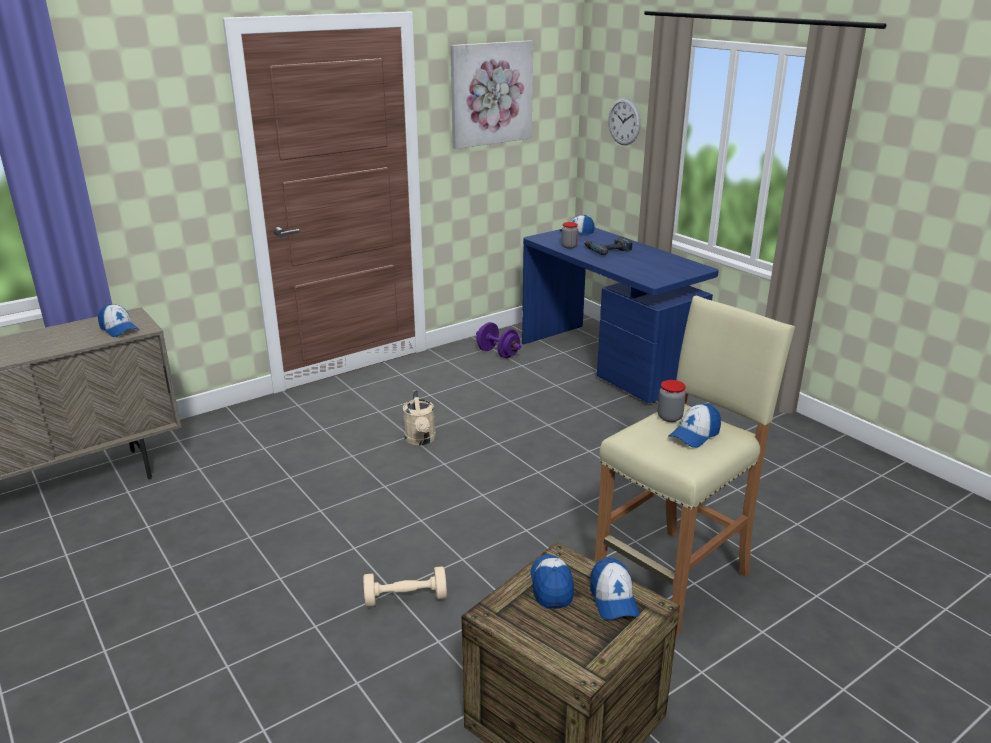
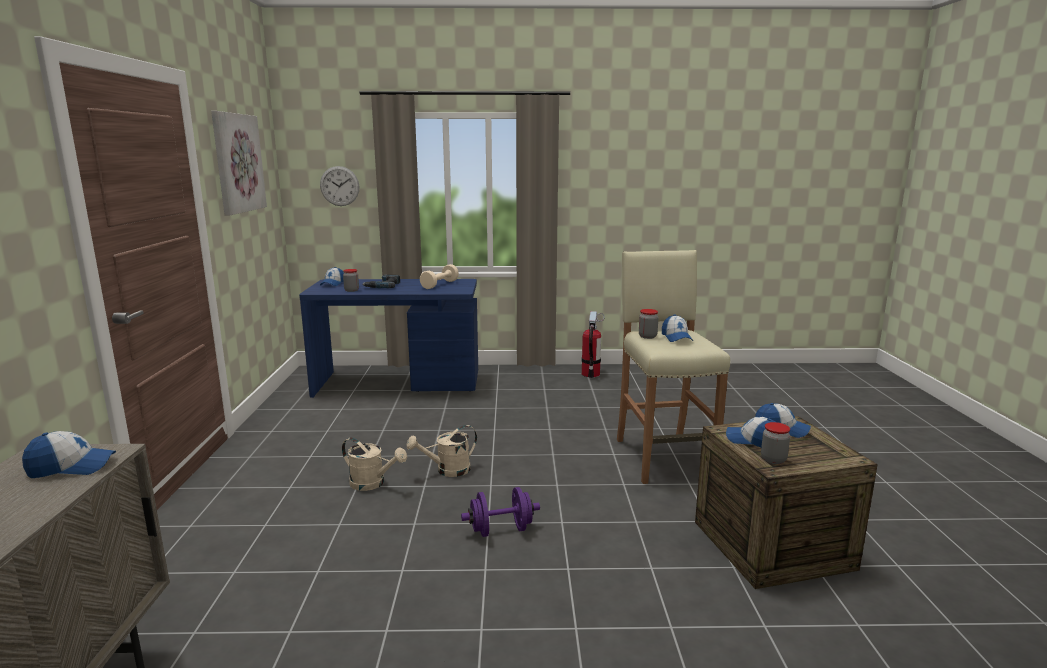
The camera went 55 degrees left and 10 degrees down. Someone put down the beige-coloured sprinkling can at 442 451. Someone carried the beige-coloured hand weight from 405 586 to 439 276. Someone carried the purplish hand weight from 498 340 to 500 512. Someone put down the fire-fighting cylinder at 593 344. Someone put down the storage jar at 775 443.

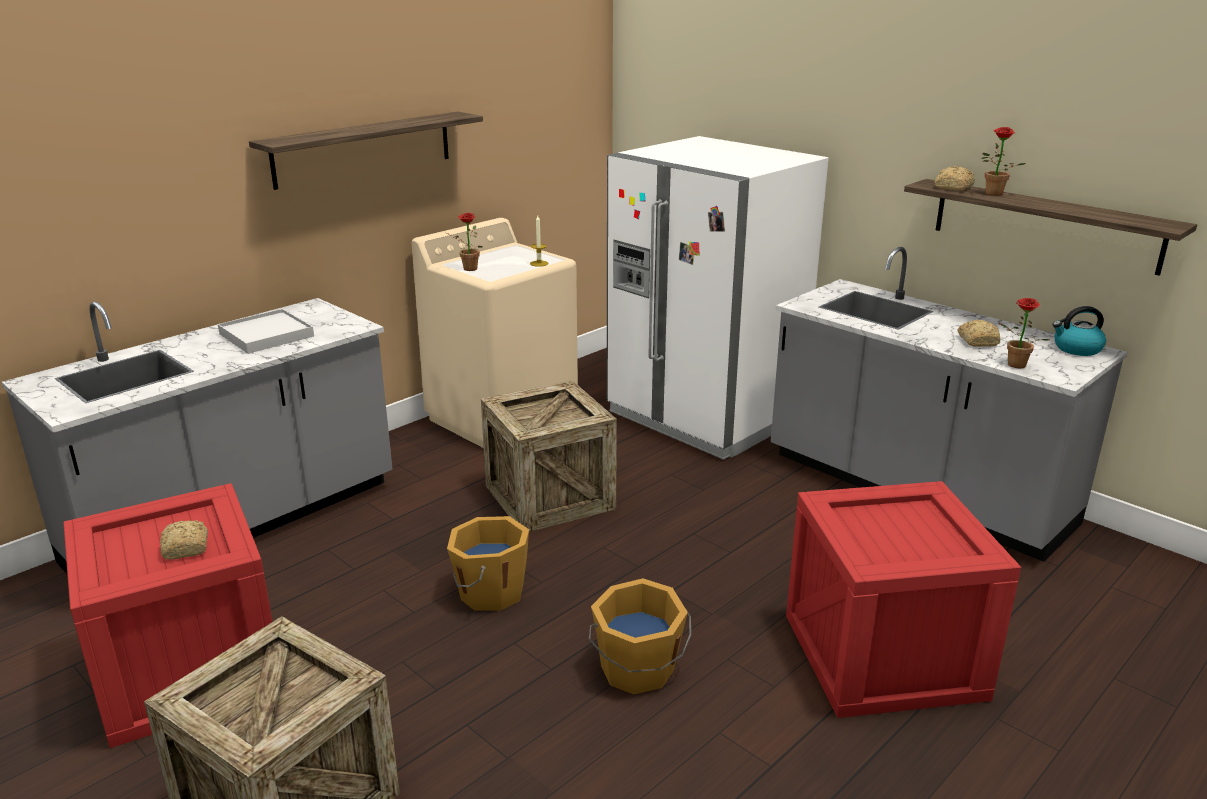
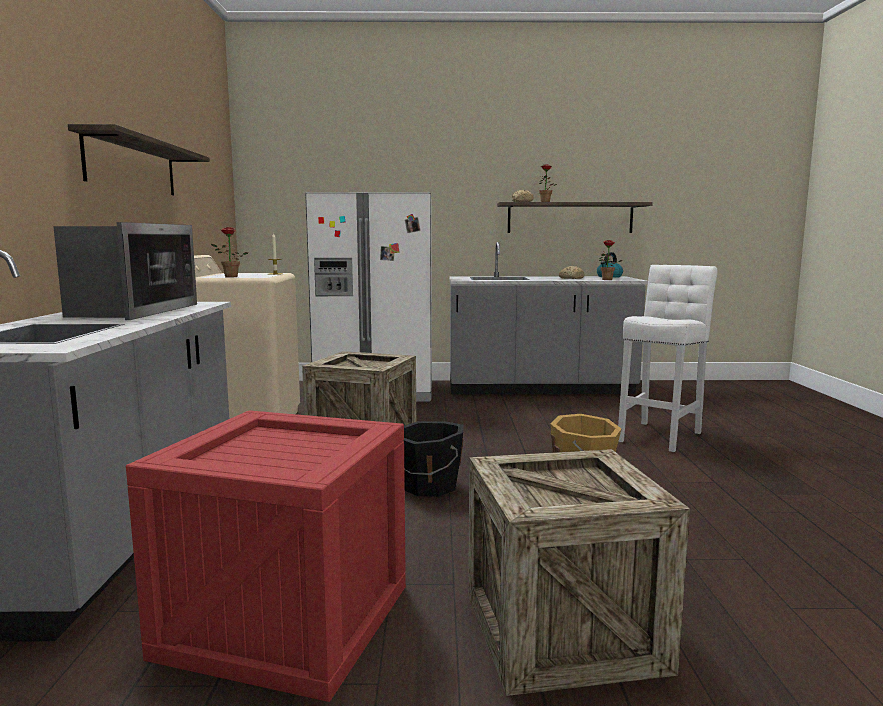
The camera went 45 degrees left and 15 degrees down. Someone swapped the whitish serving tray at 266 331 for the kitchen microwave at 125 271. Someone repainted the orange water bucket at 488 563, which became the black-coloured water bucket at 434 459. Someone swapped the packing crate at 903 599 for the whitish stool at 668 358. Someone took away the bakery bread at 184 540.

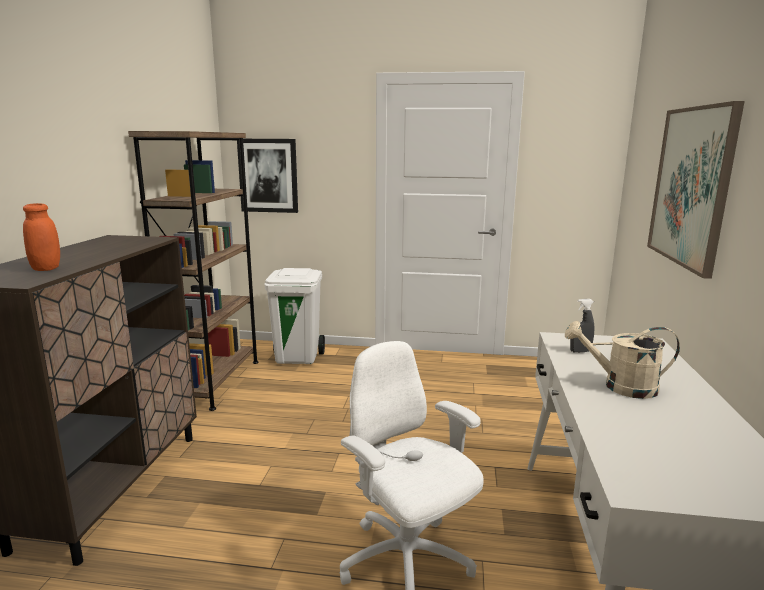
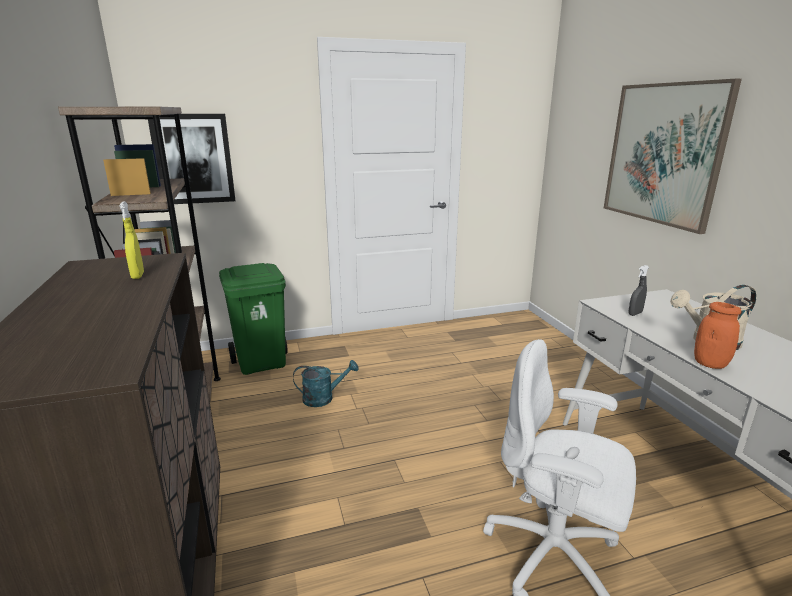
The camera went 25 degrees left and 5 degrees up. Someone put down the yellowish spray bottle at 132 240. Someone repainted the whitish trash can at 294 316, which became the greenish trash can at 253 319. Someone put down the turquoise sprinkling can at 326 383. Someone carried the orange storage jar from 41 237 to 717 335.

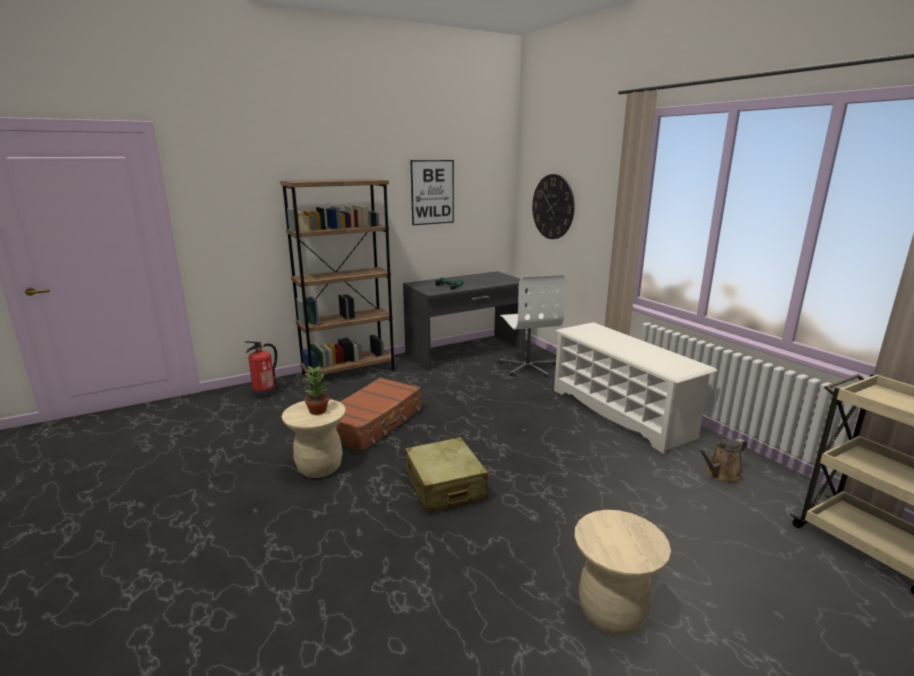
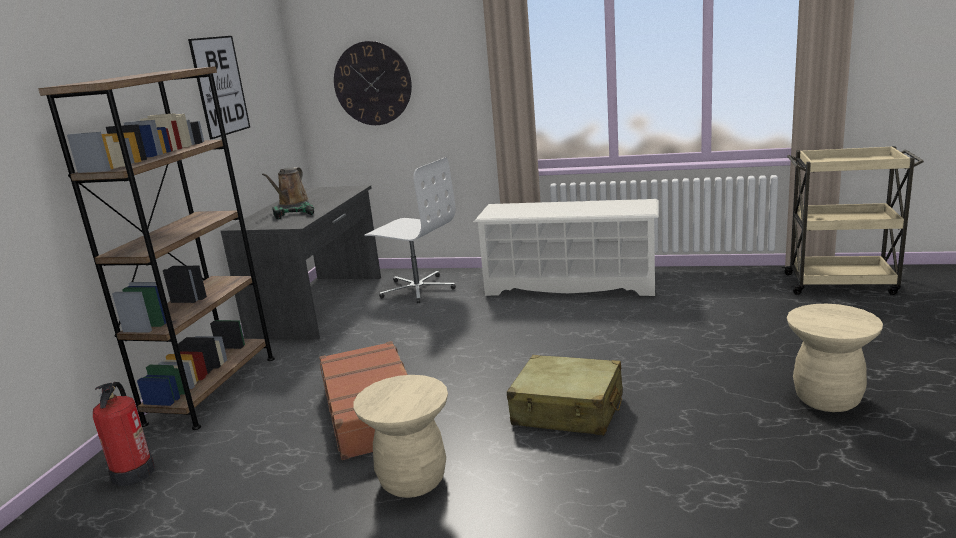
The camera went 45 degrees left and 0 degrees up. Someone carried the brown sprinkling can from 722 461 to 285 186. Someone took away the houseplant at 316 390.

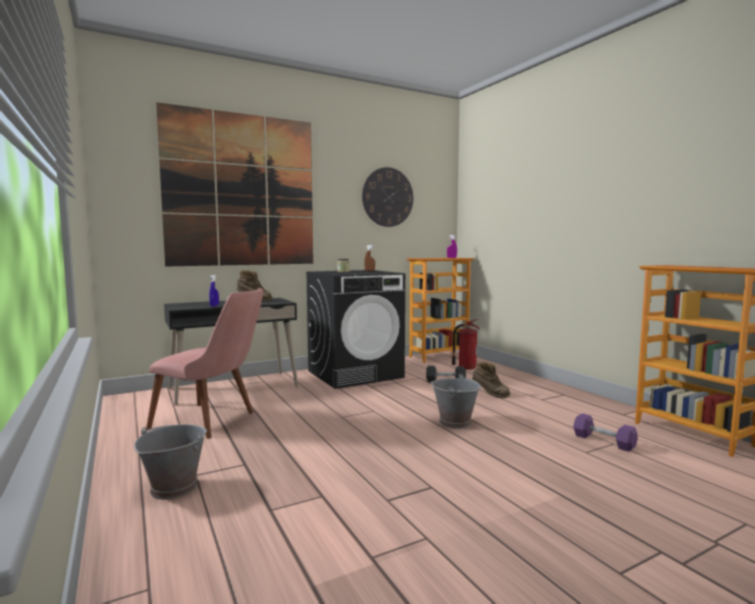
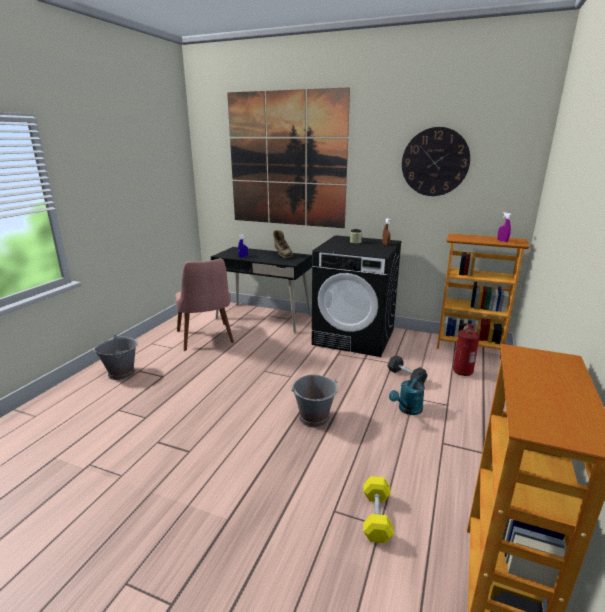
The camera went 50 degrees right and 15 degrees up. Someone repainted the purplish hand weight at 605 432, which became the yellowish hand weight at 378 510. Someone swapped the brown boot at 491 380 for the turquoise sprinkling can at 407 395.

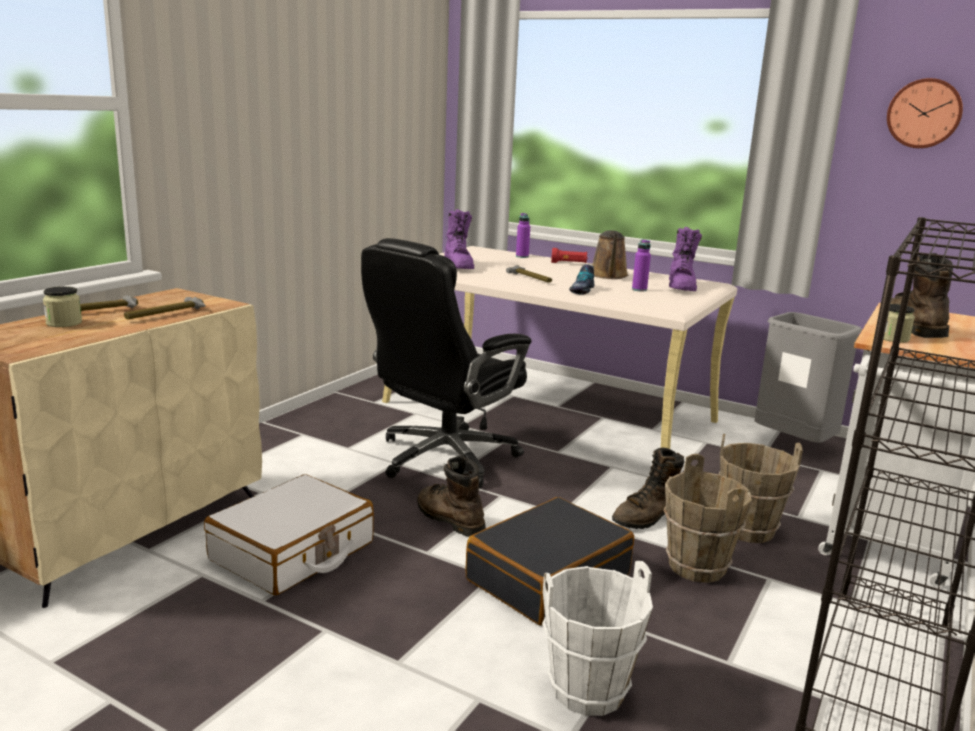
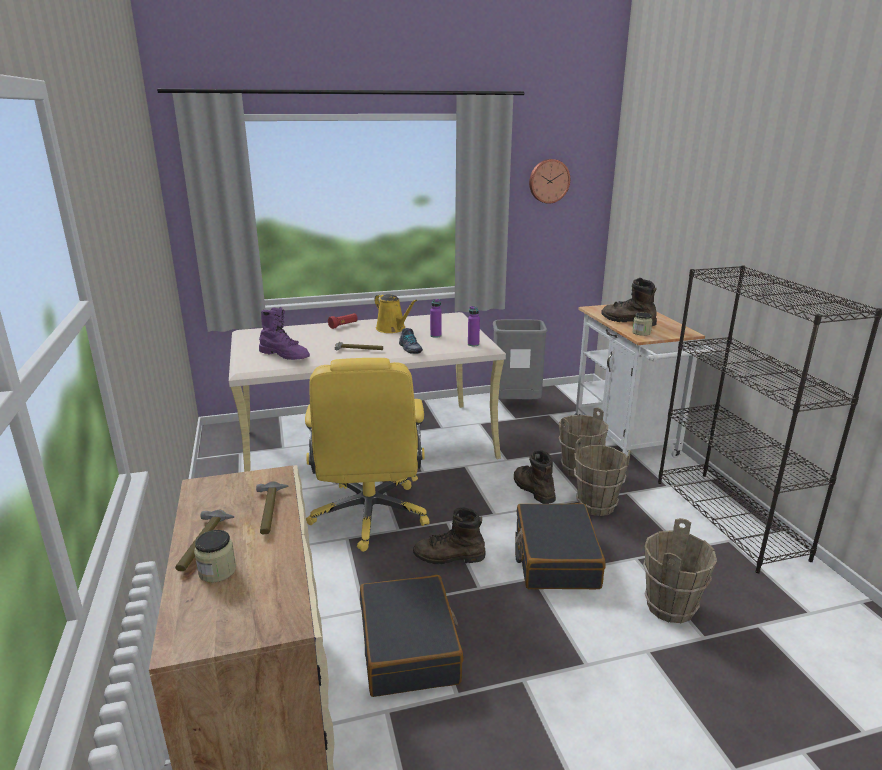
The camera went 45 degrees left and 5 degrees up. Someone repainted the black-coloured office chair at 446 363, which became the yellowish office chair at 367 455. Someone repainted the whitish travel case at 289 534, which became the black-coloured travel case at 412 636. Someone repainted the brown sprinkling can at 610 254, which became the yellowish sprinkling can at 396 313. Someone carried the purplish beverage bottle from 523 235 to 474 326. Someone rotated the brown boot at 648 488 by 150 degrees clockwise. Someone repainted the whitish water bucket at 597 638, which became the brown water bucket at 680 570. Someone took away the purplish boot at 685 259.

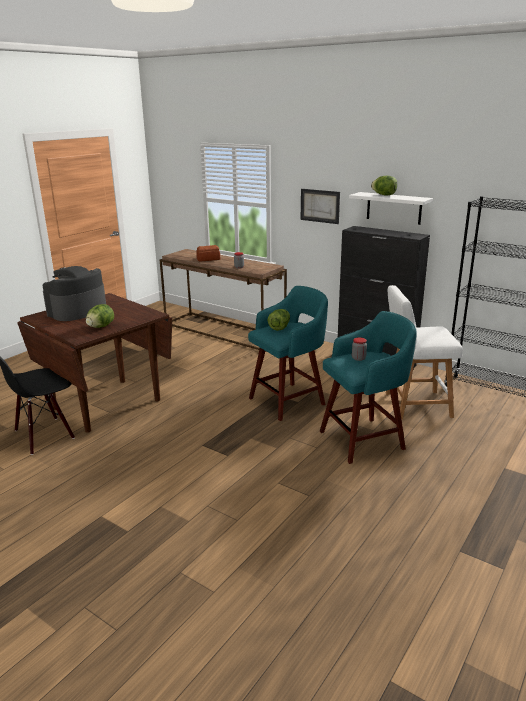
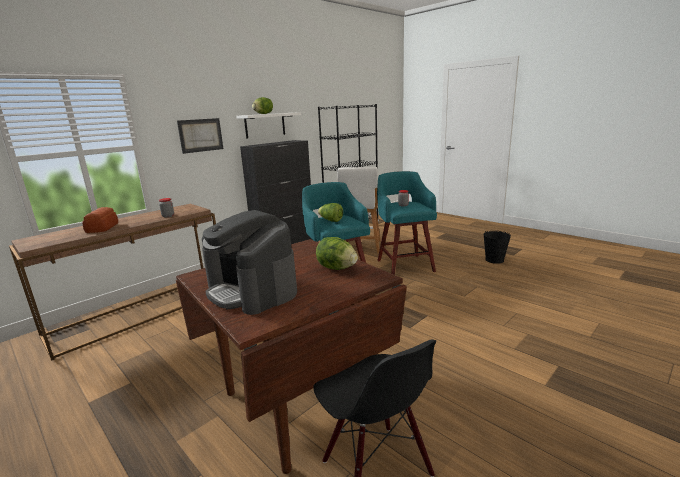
The camera went 80 degrees left and 5 degrees down. Someone put down the black-coloured water bucket at 497 247.

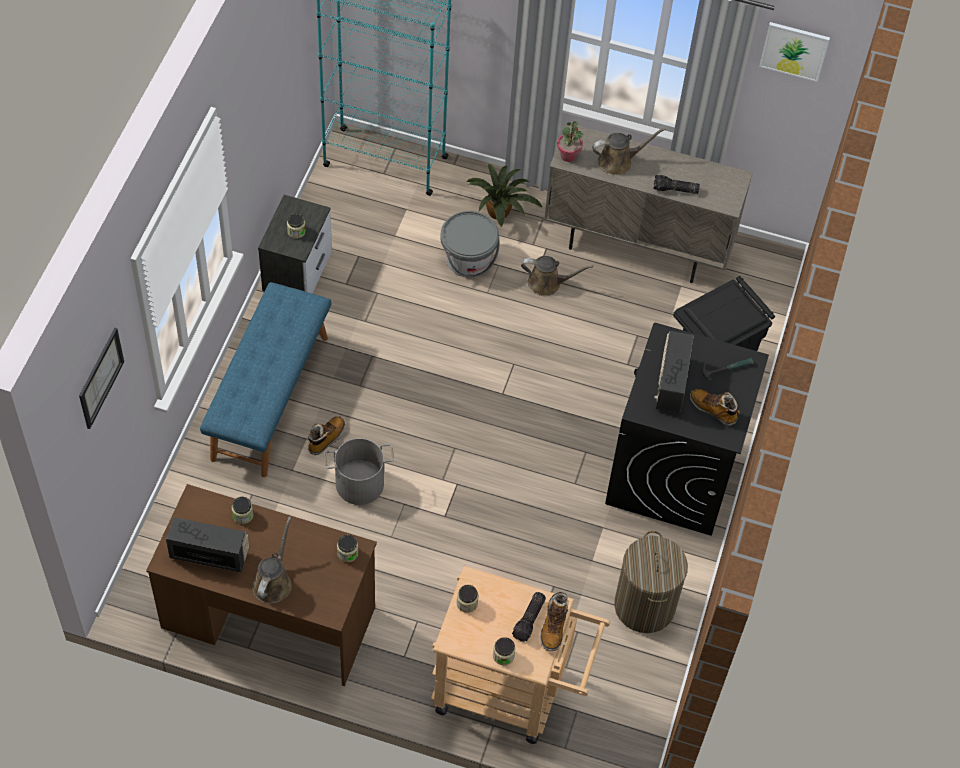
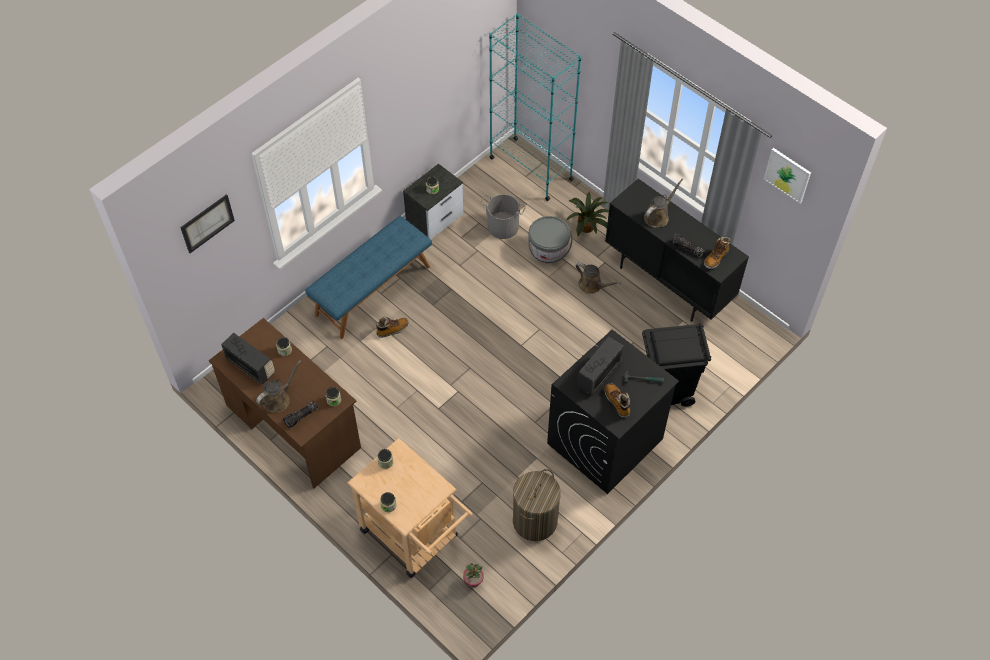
The camera went 30 degrees right and 0 degrees up. Someone carried the flashlight from 529 617 to 300 414. Someone carried the houseplant from 570 141 to 473 575. Someone carried the gray water bucket from 359 471 to 503 216. Someone repainted the beige-coloured cabinet at 648 203, which became the black-coloured cabinet at 677 250. Someone rotated the brown sprinkling can at 629 151 by 60 degrees counterclockwise. Someone carried the boot from 554 622 to 717 252.

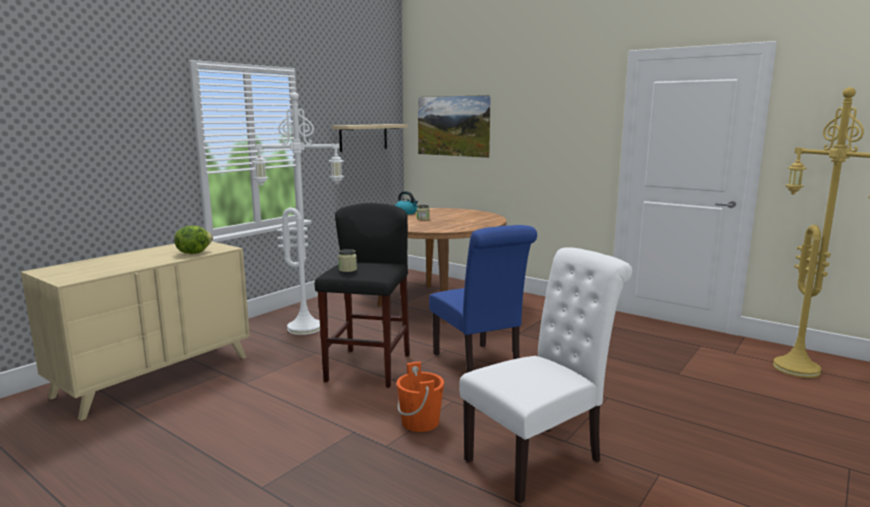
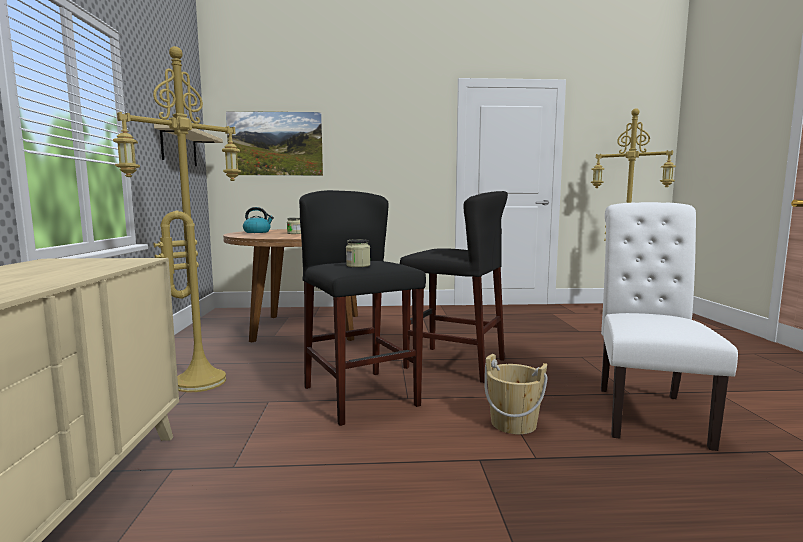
The camera went 40 degrees left and 5 degrees down. Someone repainted the whitish standard lamp at 298 213, which became the yellowish standard lamp at 177 219. Someone swapped the blue-coloured chair at 483 299 for the black-coloured stool at 454 287. Someone repainted the orange water bucket at 420 397, which became the beige-coloured water bucket at 515 394. Someone took away the lettuce at 193 240.

